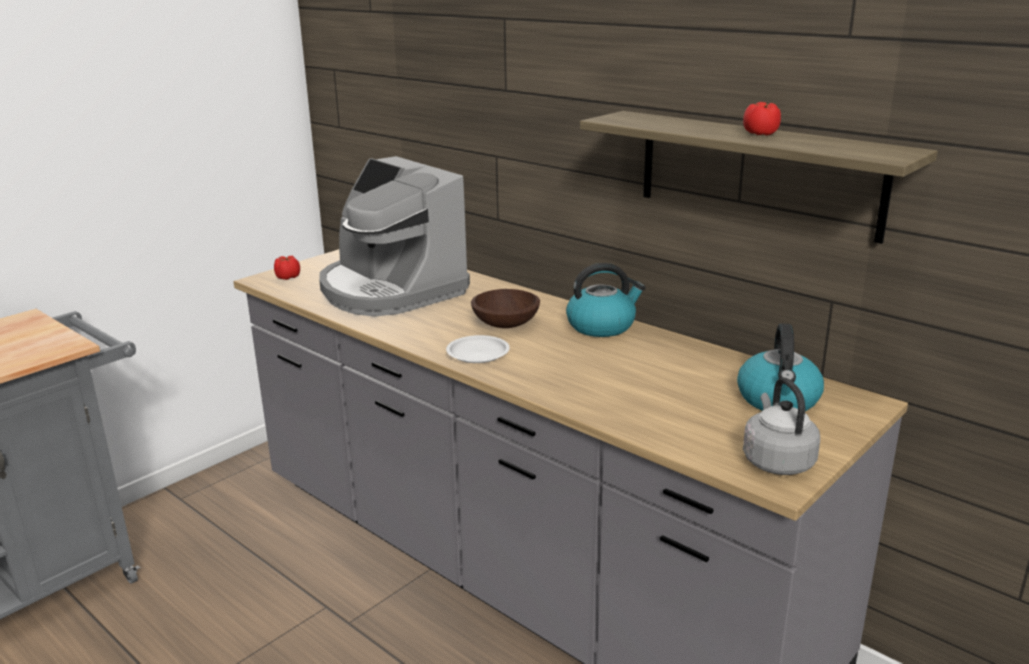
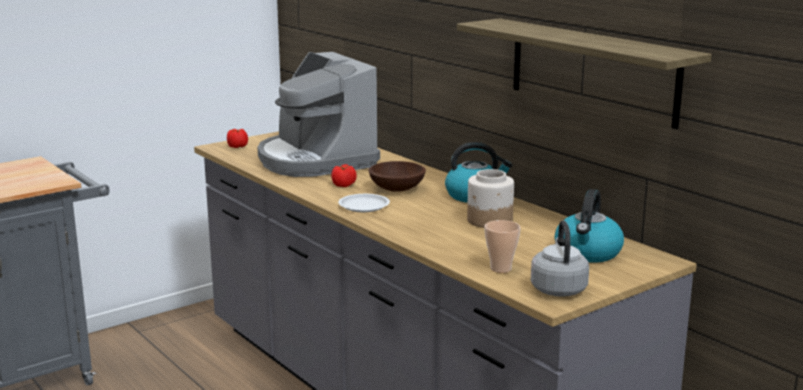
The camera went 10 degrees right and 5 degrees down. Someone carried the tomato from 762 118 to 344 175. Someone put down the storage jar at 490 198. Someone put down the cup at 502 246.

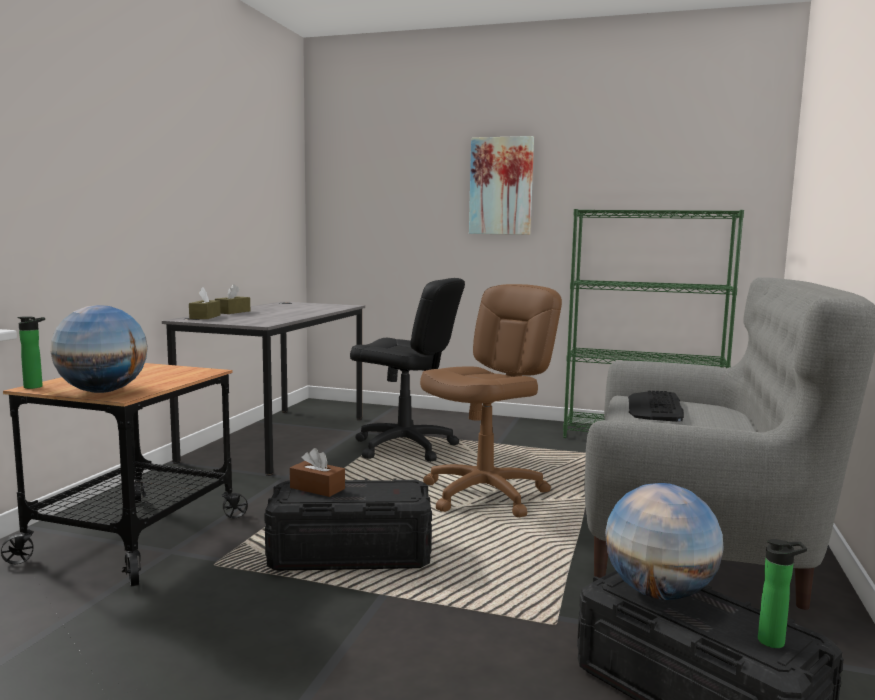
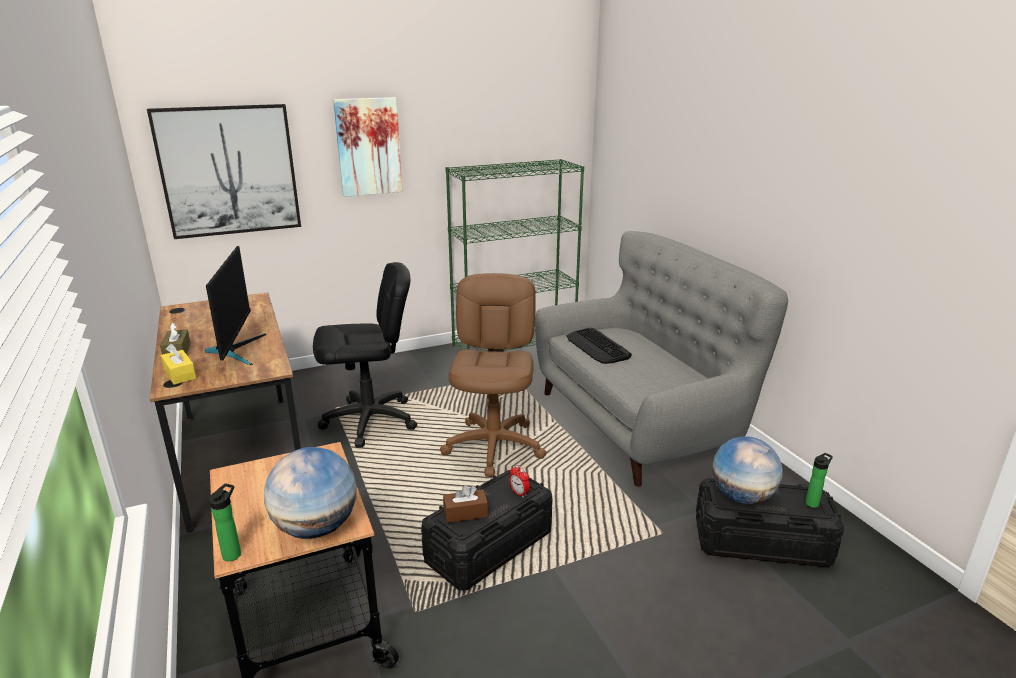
The camera went 40 degrees left and 15 degrees up. Someone put up the picture at 224 171. Someone repainted the gray desk at 263 388, which became the brown desk at 225 412. Someone repainted the brown tissue holder at 205 303, which became the yellowish tissue holder at 178 364. Someone put down the computer display at 235 305. Someone put down the bedside clock at 519 481.

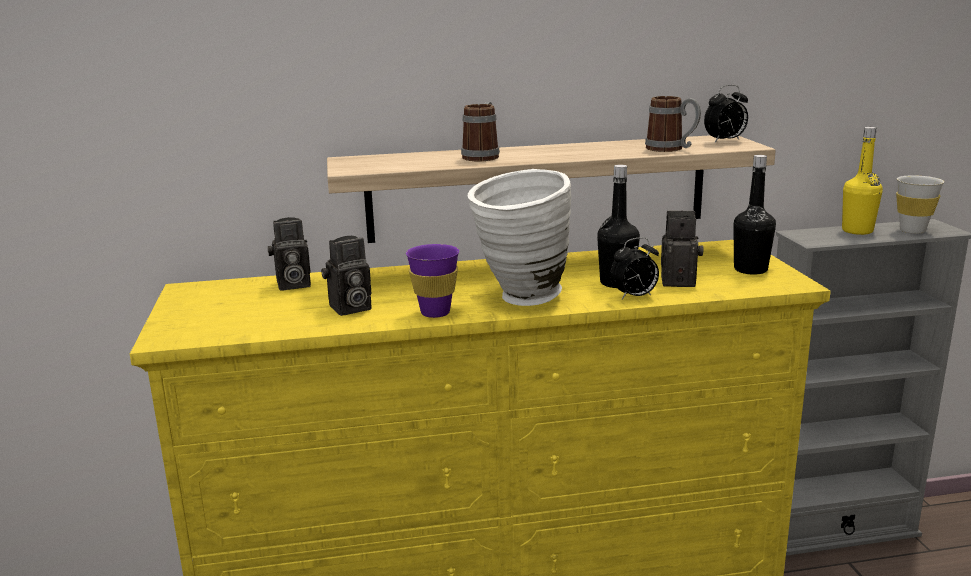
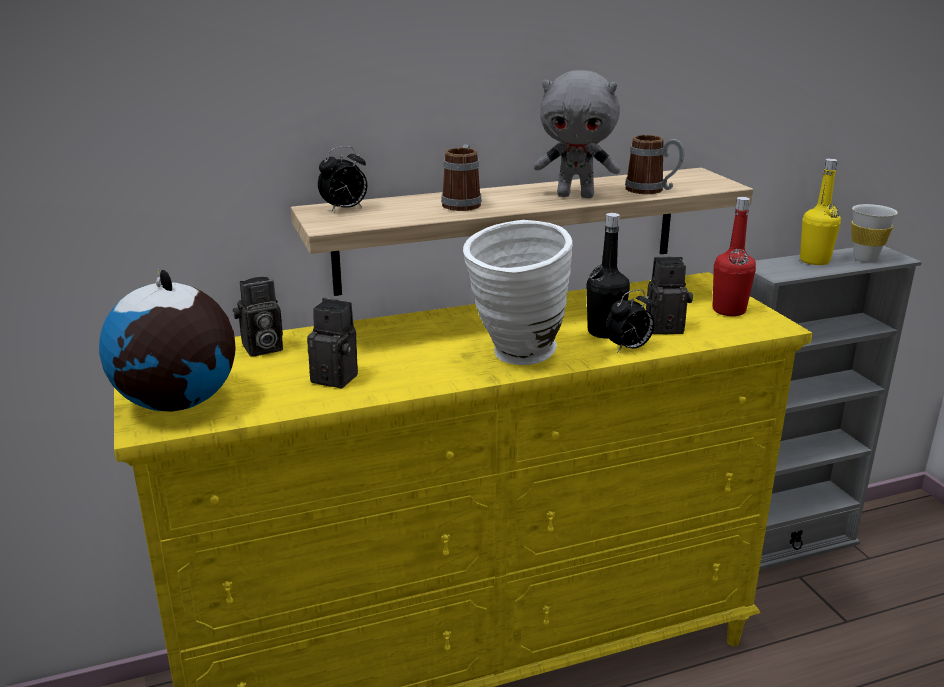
The camera went 10 degrees left and 5 degrees up. Someone put down the world globe at 167 341. Someone rotated the still camera at 346 276 by 120 degrees counterclockwise. Someone carried the bedside clock from 726 113 to 342 179. Someone put down the gray cuddly toy at 577 134. Someone repainted the black-coloured beverage bottle at 754 215, which became the red-coloured beverage bottle at 734 256. Someone took away the purplish cup at 432 281.

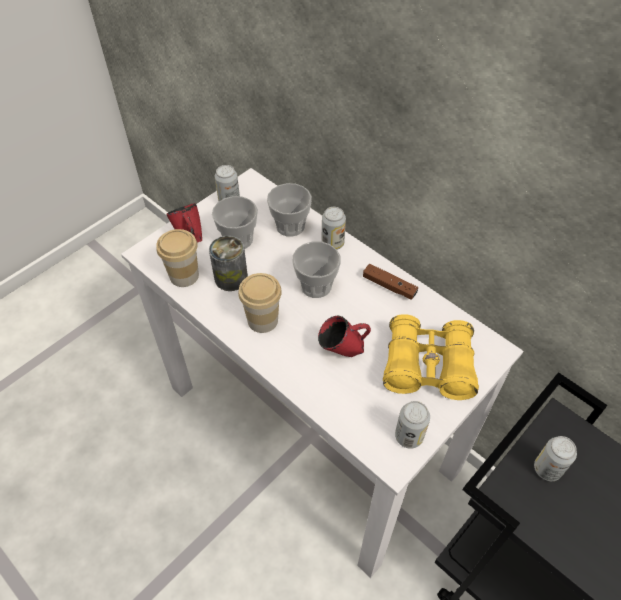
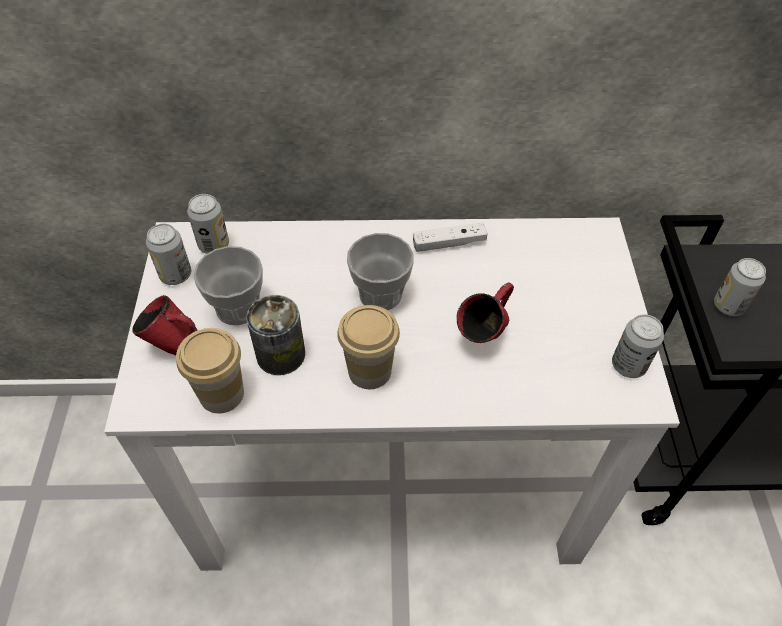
The camera went 45 degrees left and 0 degrees up. Someone carried the sealed can from 334 228 to 208 224. Someone repainted the brown gamepad at 390 282, which became the whitish gamepad at 450 237. Someone took away the cup at 289 210. Someone took away the yellowish field glasses at 431 357.

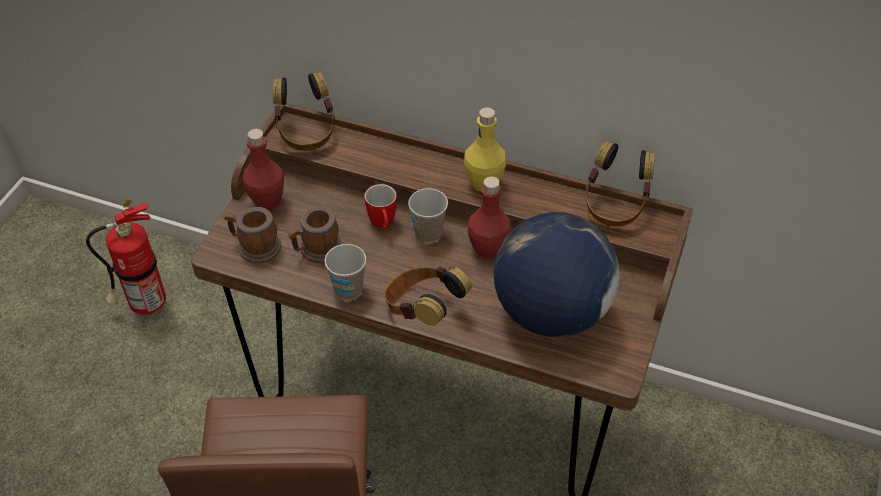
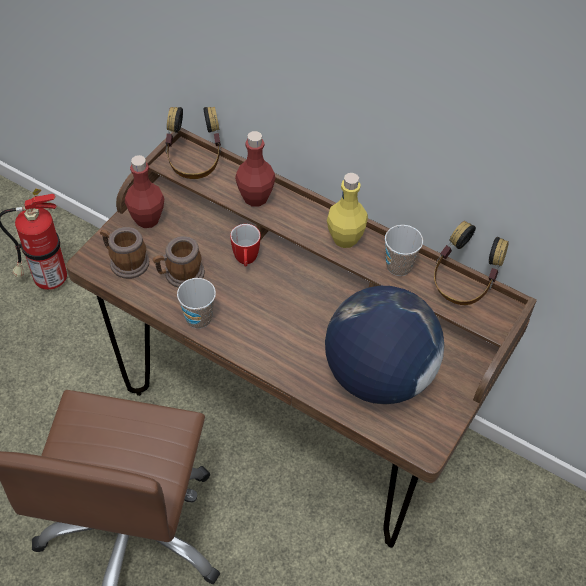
The camera went 10 degrees right and 5 degrees up. Someone carried the red-coloured beverage bottle from 489 217 to 255 169. Someone carried the cup from 428 215 to 404 250. Someone took away the headphones at 428 296.

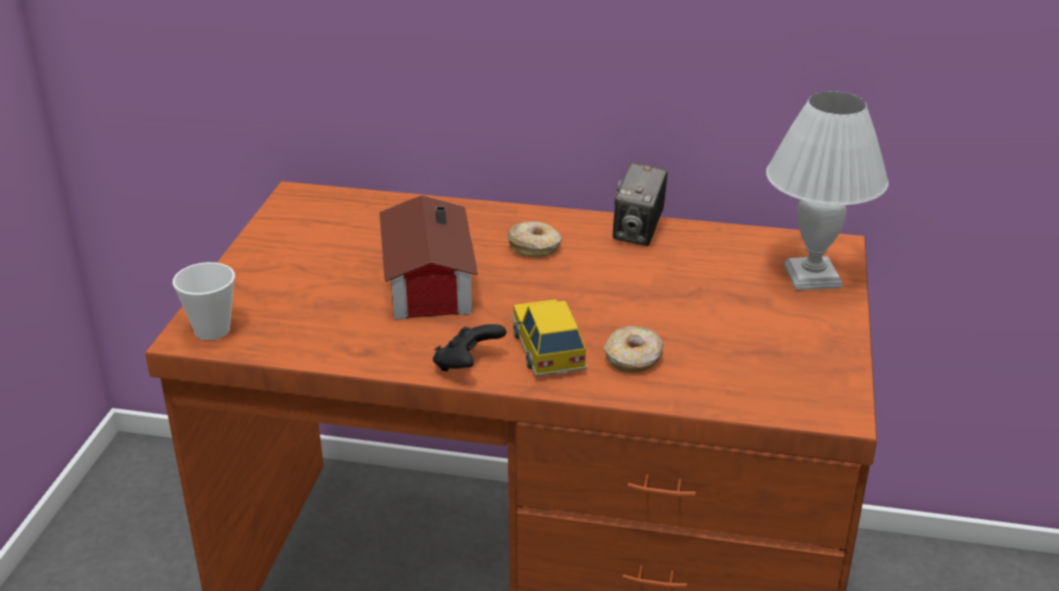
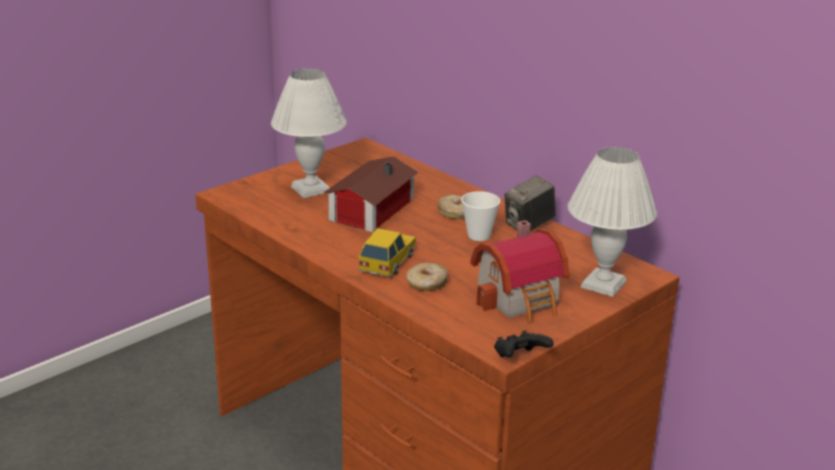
The camera went 35 degrees right and 5 degrees down. Someone put down the whitish tabletop lamp at 309 133. Someone carried the cup from 204 301 to 481 216. Someone put down the model house at 520 271. Someone carried the black-coloured gamepad from 469 347 to 524 343.

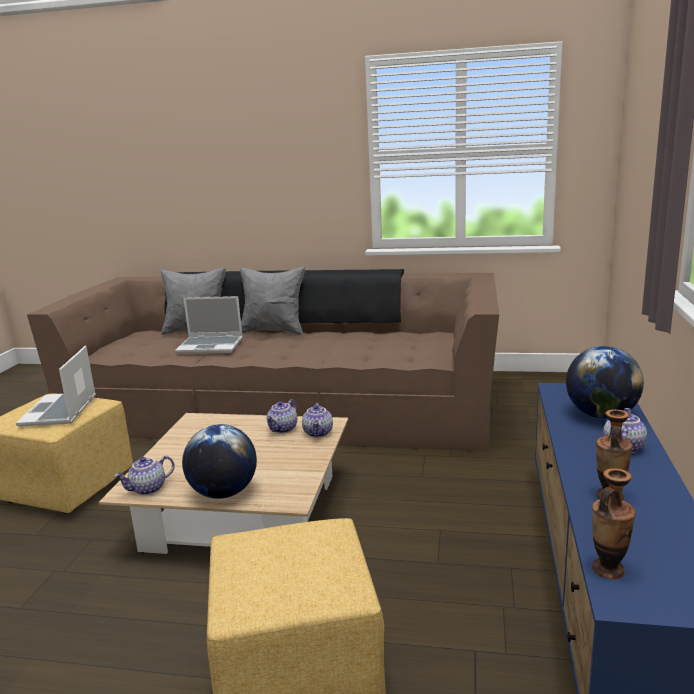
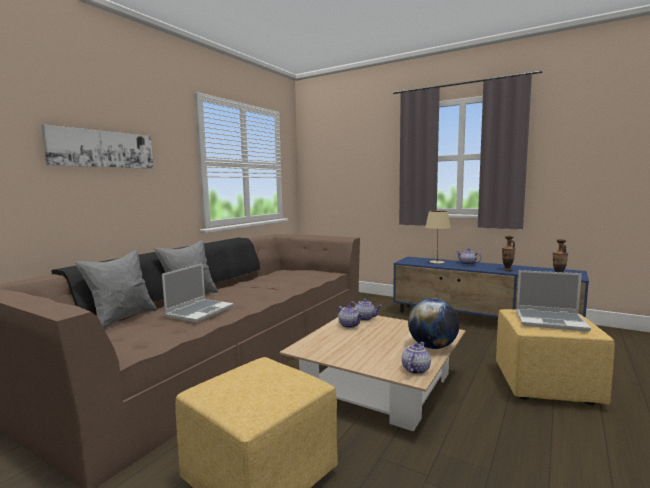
The camera went 70 degrees left and 10 degrees down. Someone put up the picture at 97 147. Someone rotated the tea pot at 144 475 by 135 degrees counterclockwise. Someone swapped the world globe at 605 382 for the beige-coloured tabletop lamp at 438 237. Someone carried the portable computer from 56 386 to 553 301.

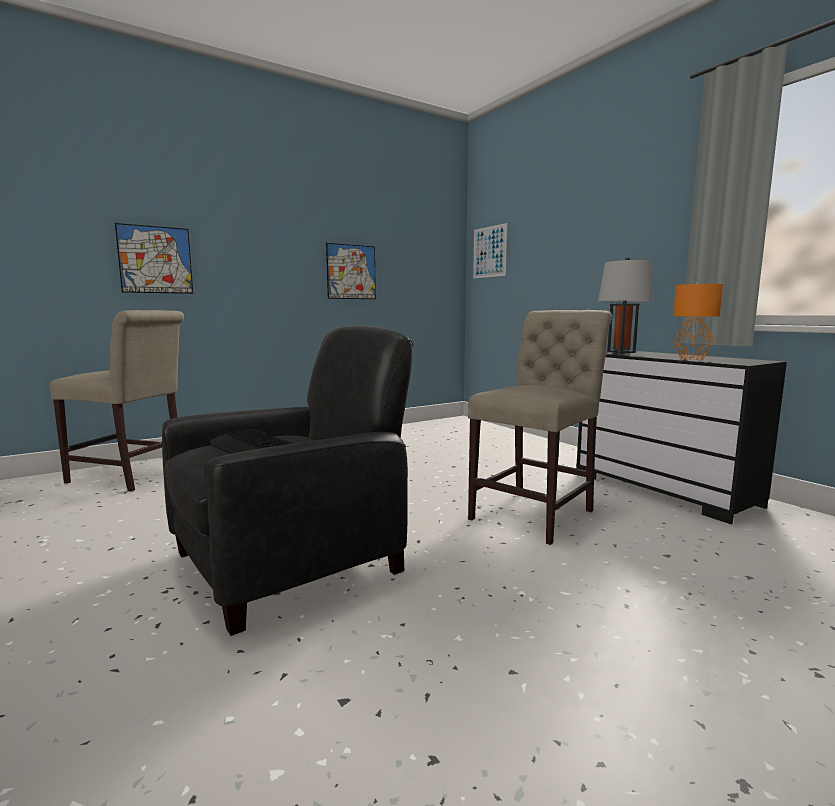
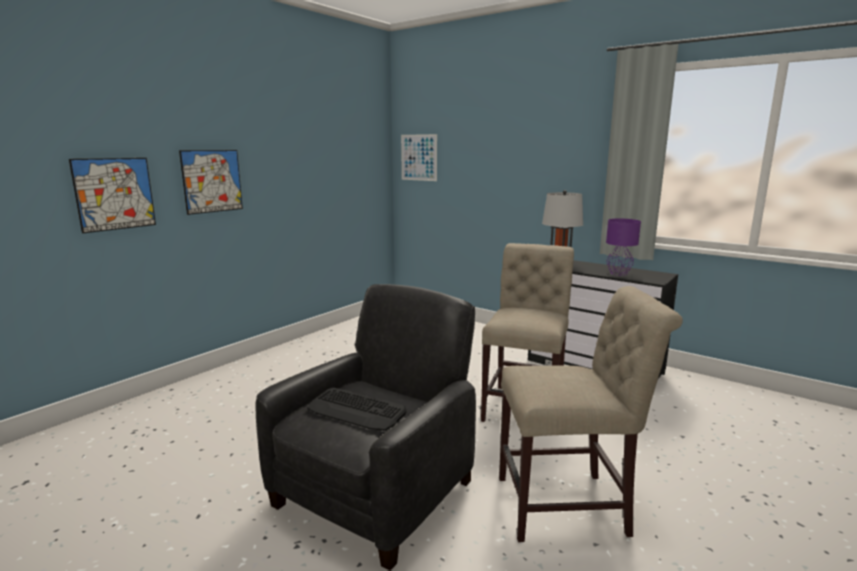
The camera went 20 degrees left and 5 degrees up. Someone carried the picture from 351 271 to 211 182. Someone carried the beige-coloured chair from 117 400 to 591 414. Someone repainted the orange tabletop lamp at 698 322, which became the purplish tabletop lamp at 623 247.

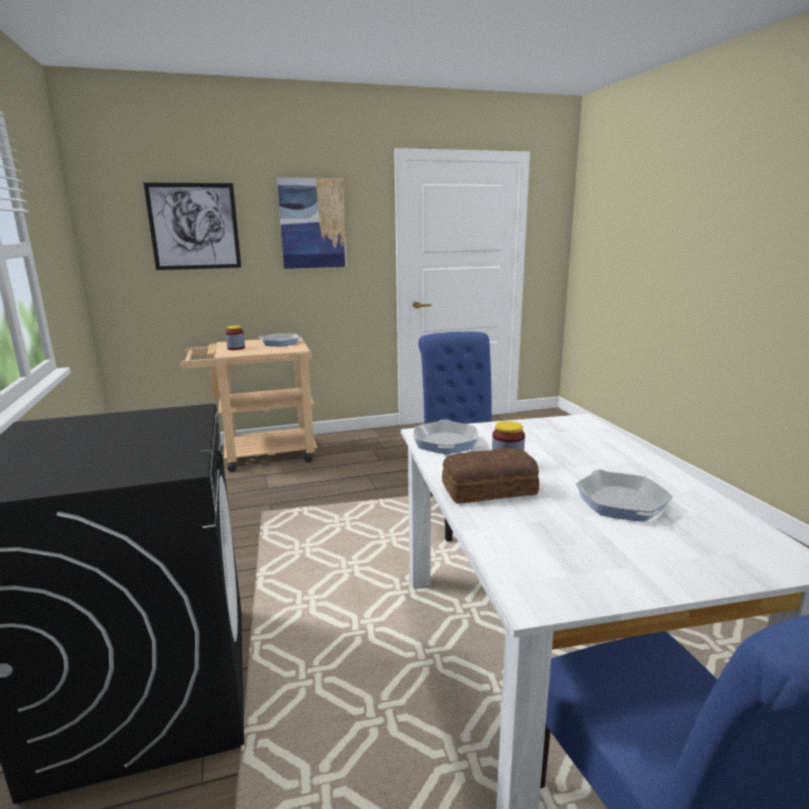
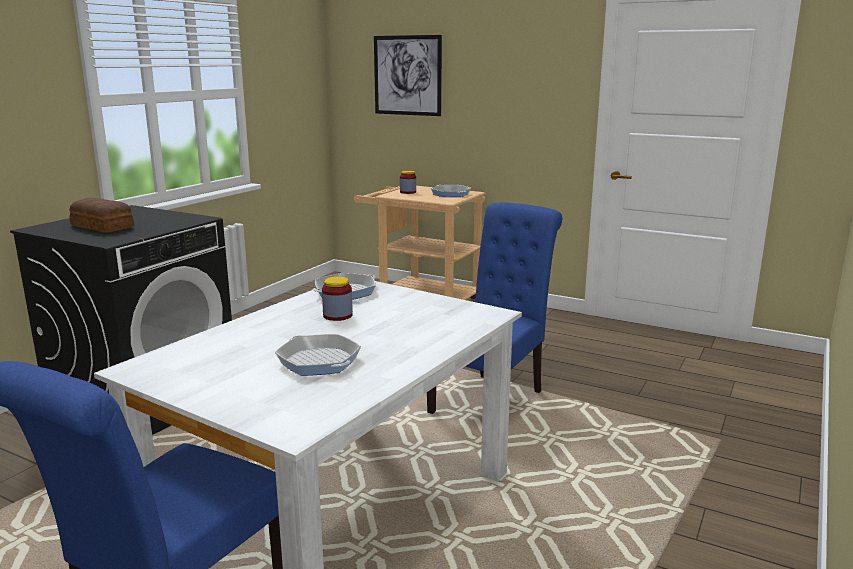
The camera went 45 degrees right and 0 degrees up. Someone carried the bakery bread from 490 476 to 101 215. Someone rotated the pan at 624 496 by 75 degrees counterclockwise. Someone took away the picture at 312 223.

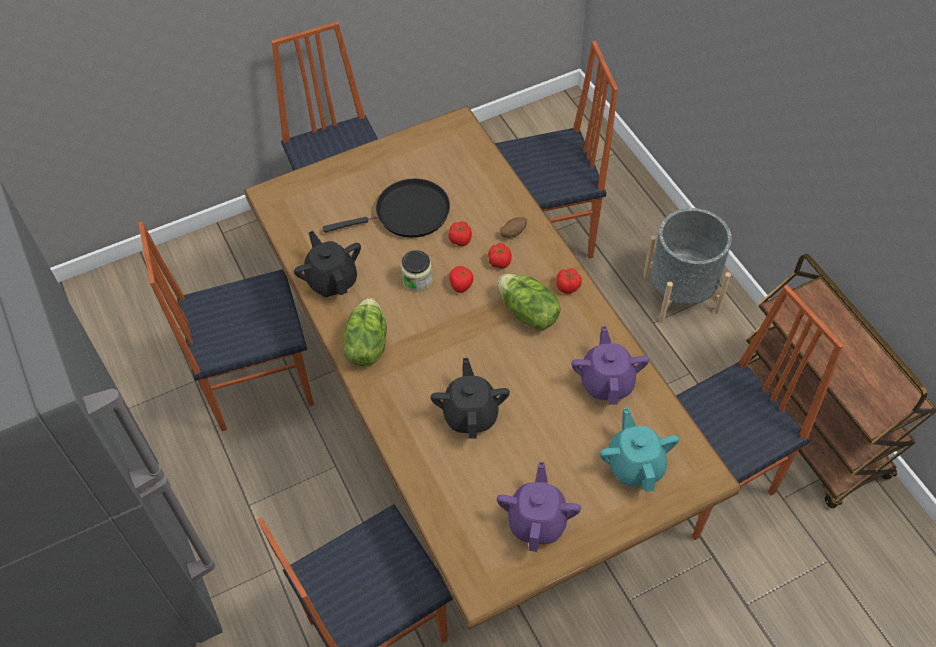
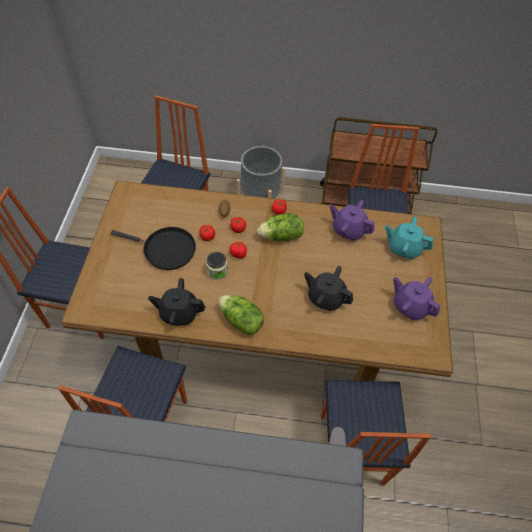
The camera went 60 degrees left and 0 degrees up. Someone rotated the black-coloured pan at 386 208 by 90 degrees clockwise.

